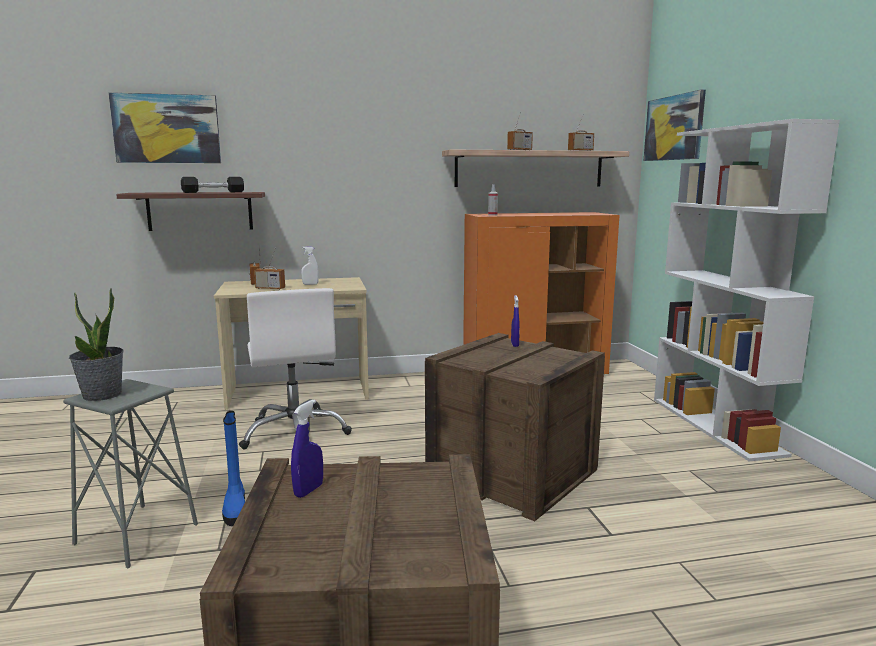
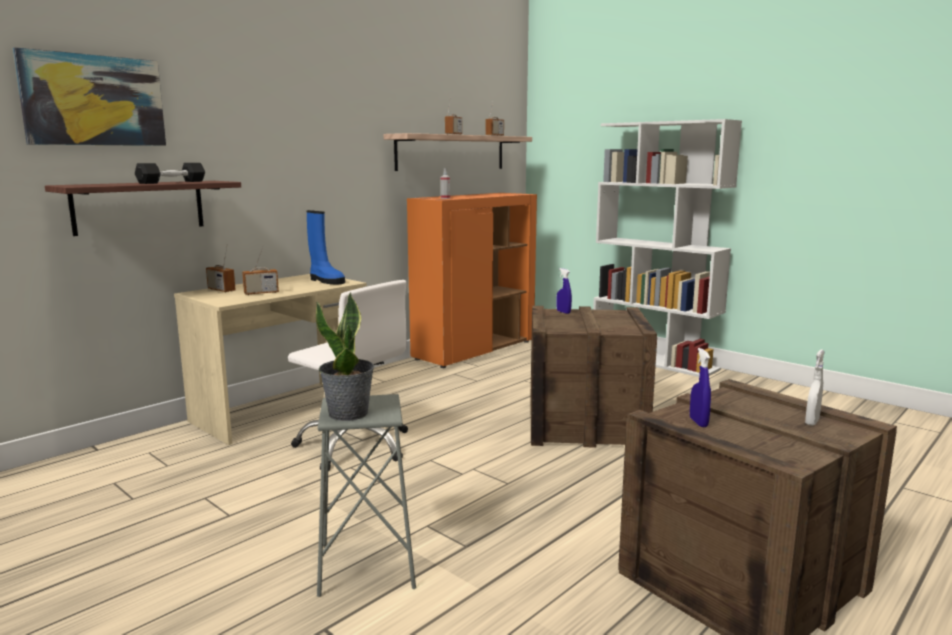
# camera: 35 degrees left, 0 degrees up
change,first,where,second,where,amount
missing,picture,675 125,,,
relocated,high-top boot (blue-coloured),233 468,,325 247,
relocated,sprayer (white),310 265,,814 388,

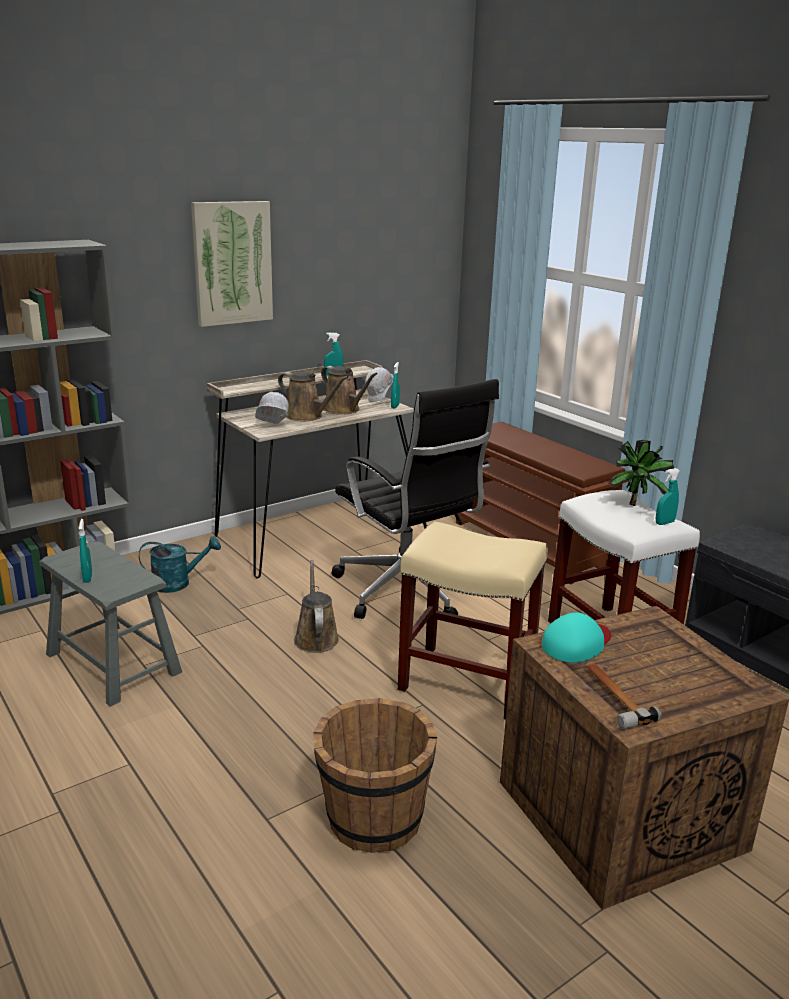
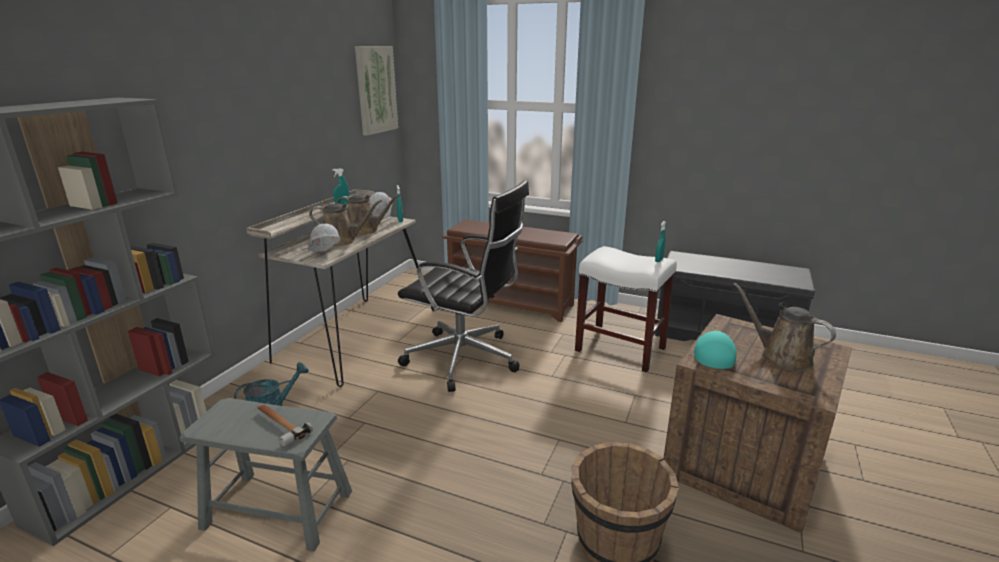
# camera: 30 degrees left, 0 degrees up
change,first,where,second,where,amount
missing,sprayer (turquoise-coloured),85 551,,,
missing,stool seat (beige),473 621,,,
missing,plant in a pot,641 473,,,
relocated,picture,232 264,,376 91,
relocated,watering pot (brown),316 606,,784 327,
relocated,hammer,624 695,,285 425,

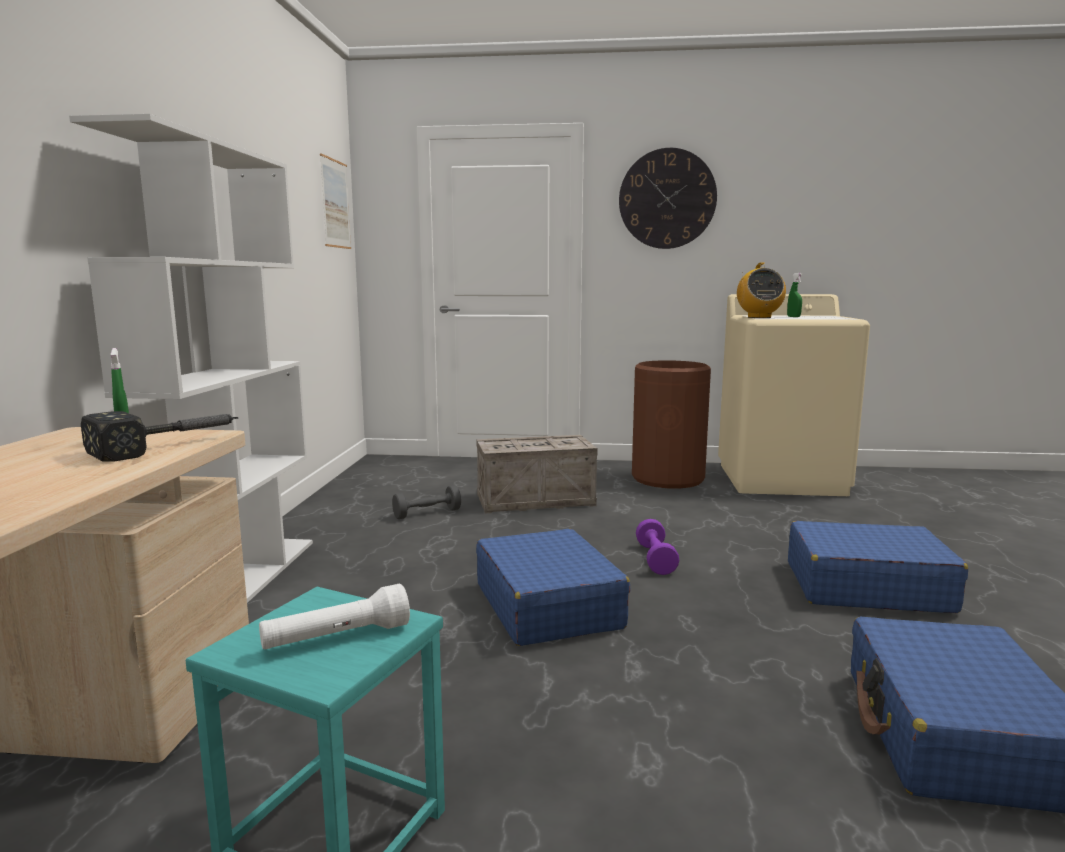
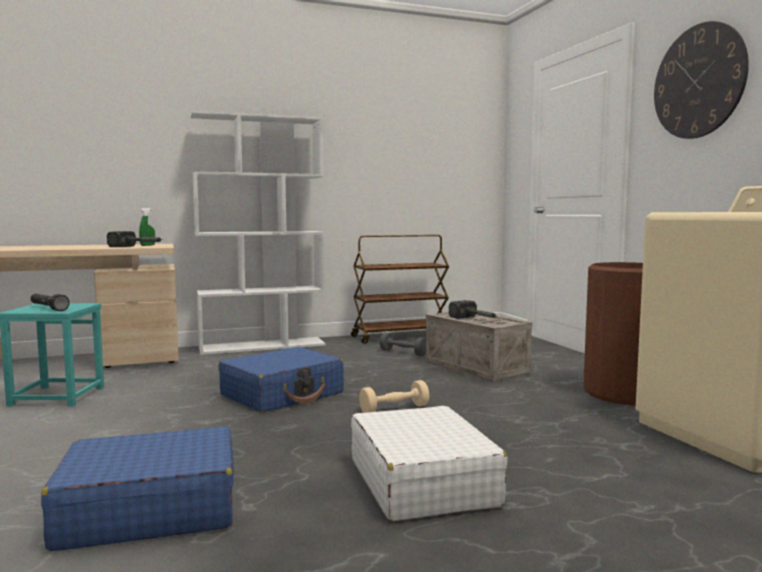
# camera: 65 degrees right, 5 degrees down
change,first,where,second,where,amount
missing,picture,335 201,,,
missing,radio receiver,761 290,,,
missing,sprayer (green-coloured),794 295,,,
appeared,,,cart (brown),400 289,
appeared,,,hammer,472 309,
colour,hand torch (white),334 617,hand torch (blackish),50 302,
colour,dumbbell (purple-coloured),657 547,dumbbell (beige),394 396,
colour,suitcase (blue-coloured),878 567,suitcase (white),429 463,

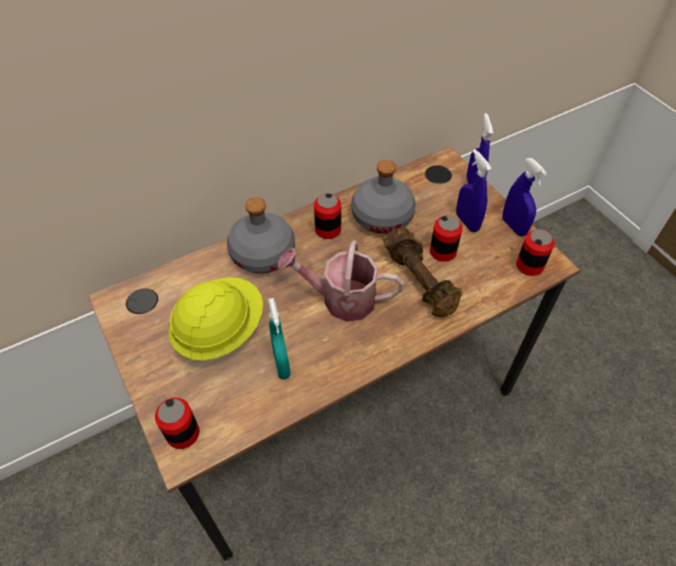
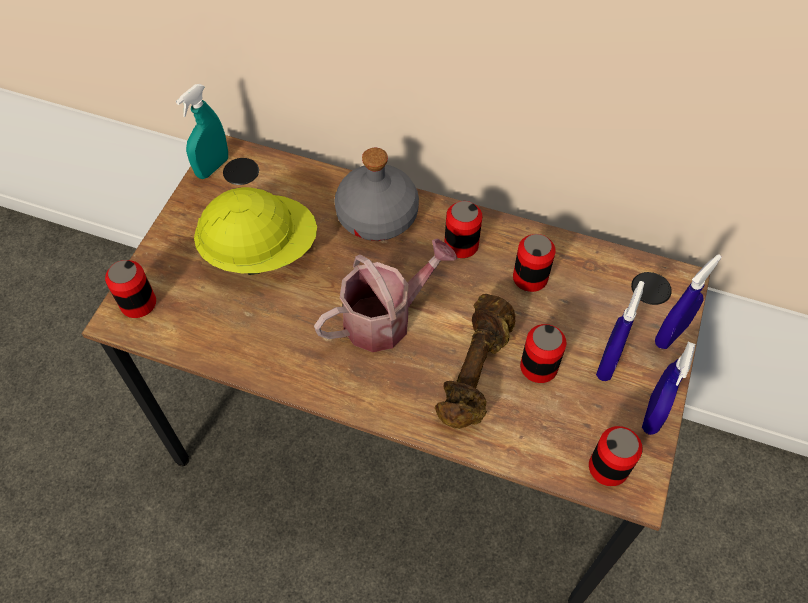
# camera: 50 degrees right, 5 degrees up
change,first,where,second,where,amount
relocated,sprayer (turquoise-coloured),279 338,,202 131,
exchanged,bottle (greyish),383 197,metal can,534 263,
spun,watering pot,341 281,,385 295,90 degrees clockwise

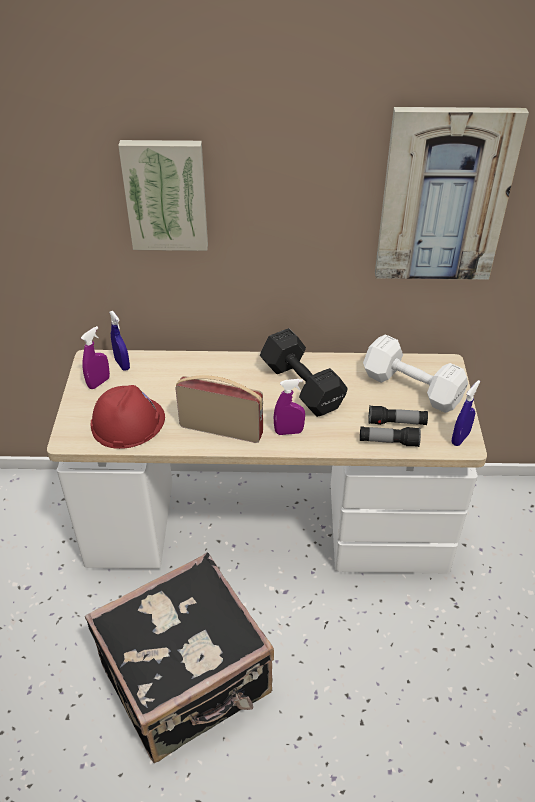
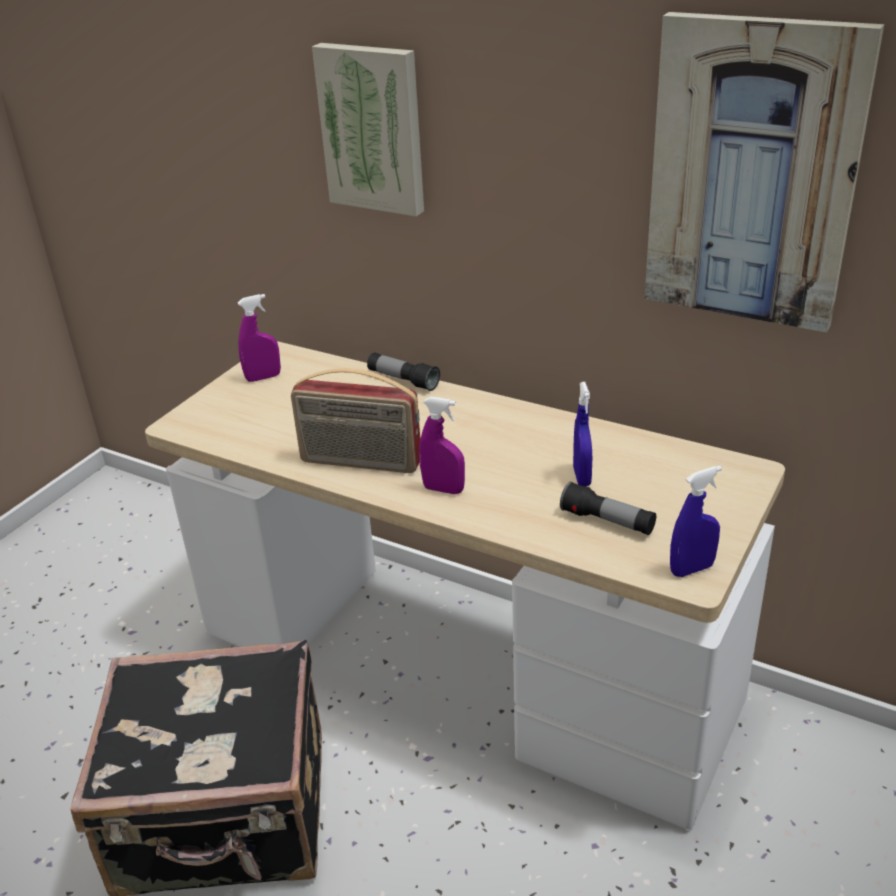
# camera: 30 degrees right, 10 degrees down
change,first,where,second,where,amount
missing,safety helmet (red),128 417,,,
missing,dumbbell (blackish),304 372,,,
missing,dumbbell (white),415 373,,,
relocated,sprayer (blue-coloured),119 341,,582 434,
relocated,hand torch,390 436,,403 371,
spun,radio receiver,219 409,,355 420,150 degrees clockwise

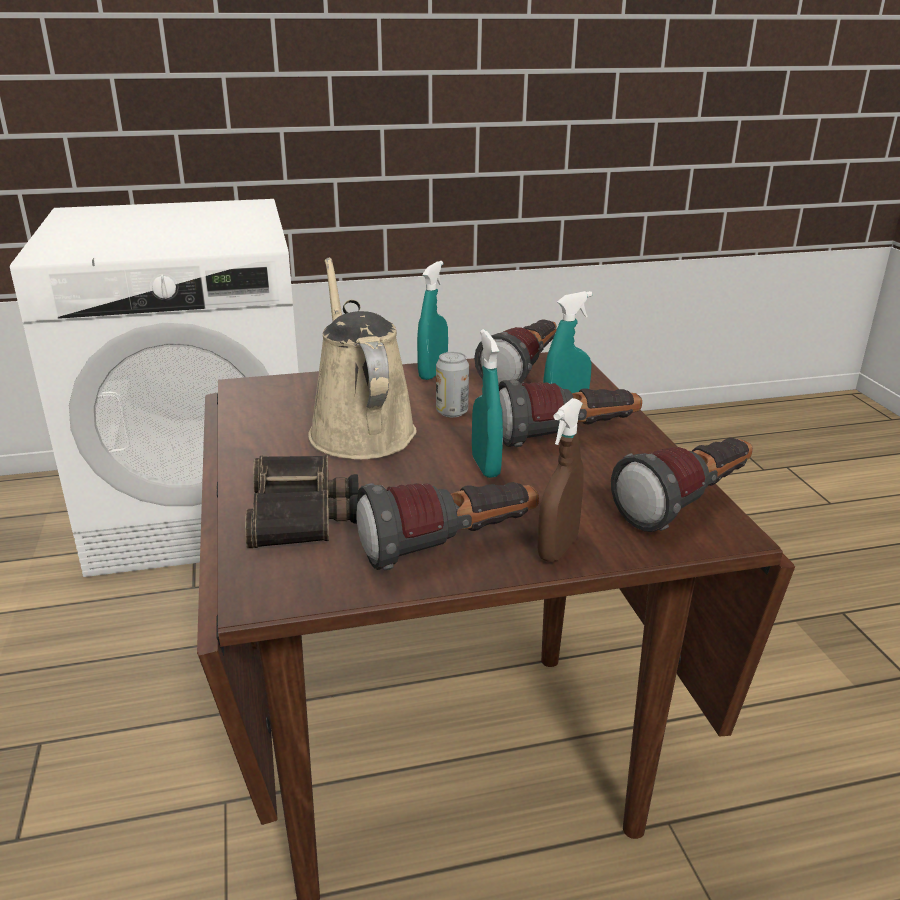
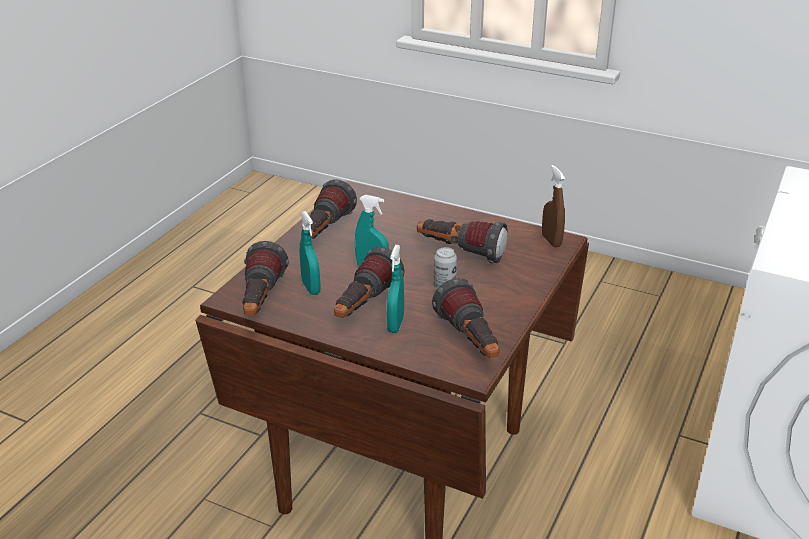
# camera: 130 degrees right, 5 degrees up
change,first,where,second,where,amount
missing,binoculars,302 501,,,
relocated,sprayer (turquoise-coloured),432 320,,310 253,
relocated,sprayer (brown),560 480,,553 206,
exchanged,watering pot (beige),362 358,hand torch,462 241,

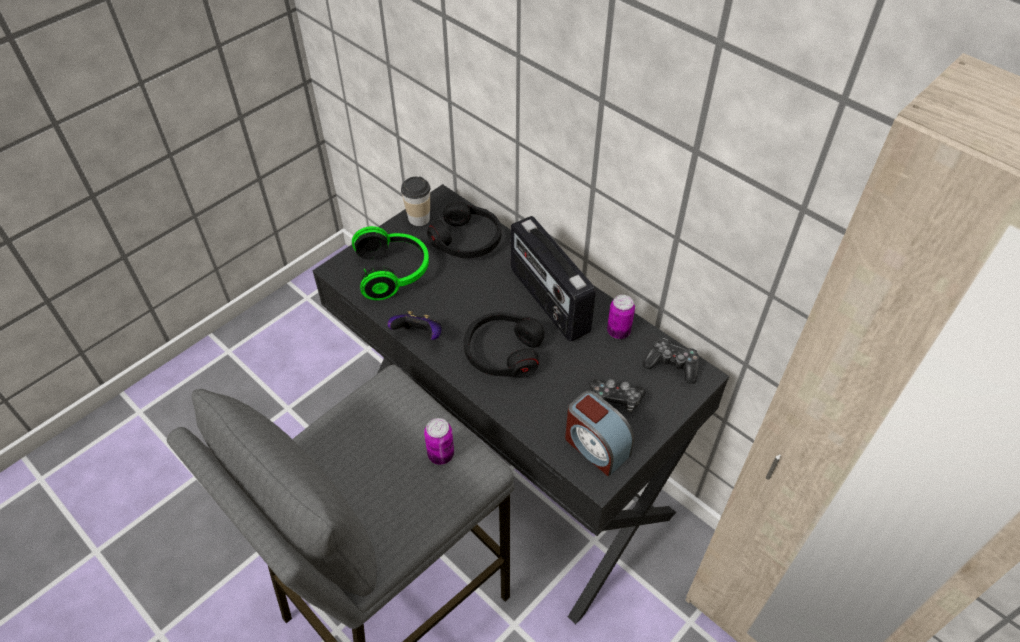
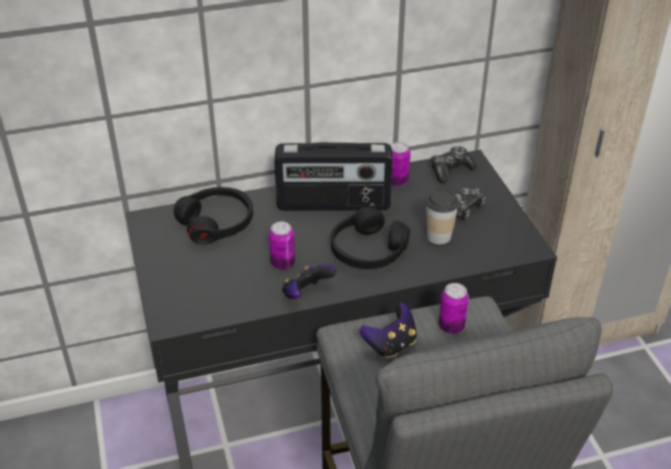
# camera: 60 degrees left, 10 degrees down
change,first,where,second,where,amount
missing,headphones,390 263,,,
missing,table clock,599 434,,,
appeared,,,metal can,282 246,
appeared,,,game controller,388 330,
relocated,cup,415 201,,442 216,

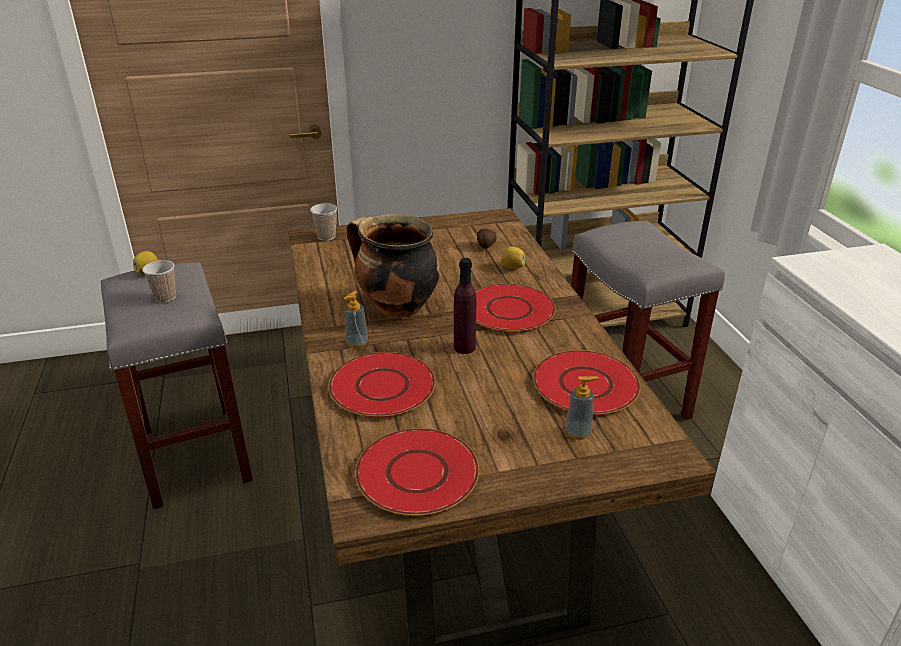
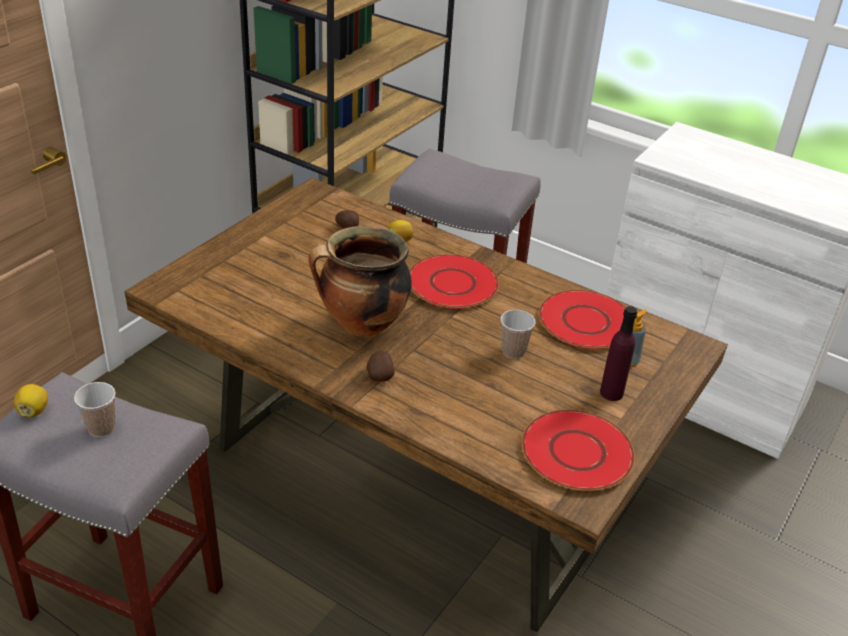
# camera: 45 degrees left, 5 degrees up
change,first,where,second,where,amount
missing,flat dish (red),382 384,,,
relocated,cup,323 222,,518 334,
relocated,bottle (purple-coloured),465 306,,618 353,
exchanged,soap dispenser,356 320,spud,381 366,

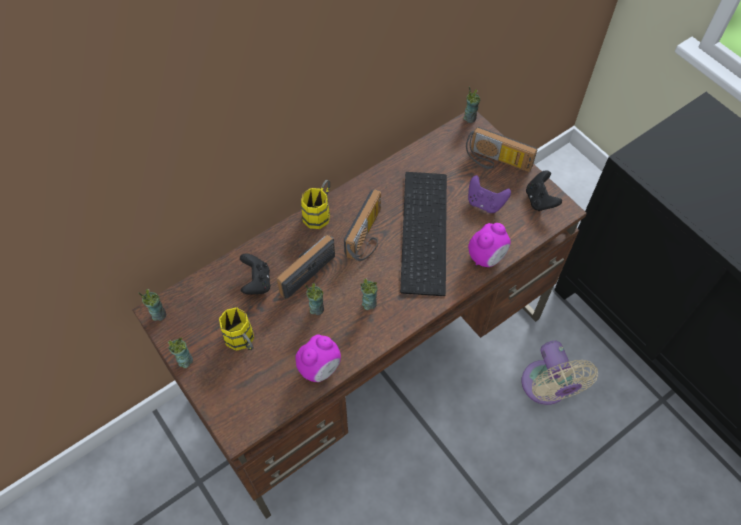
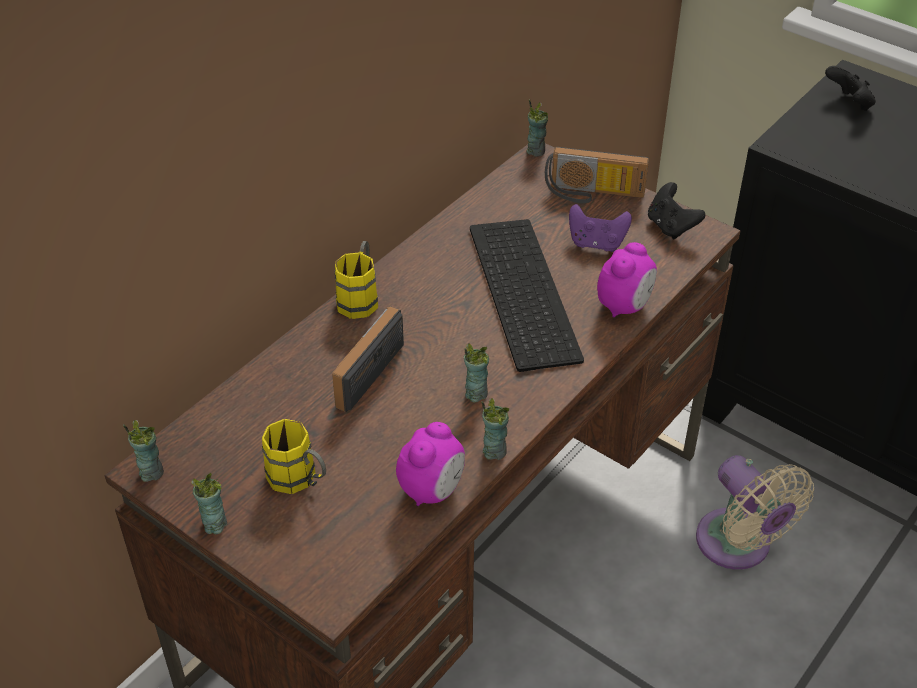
# camera: 15 degrees left, 15 degrees down
change,first,where,second,where,amount
missing,radio receiver,362 225,,,
relocated,game controller (blackish),255 274,,850 88,
relocated,cup,314 299,,495 429,

